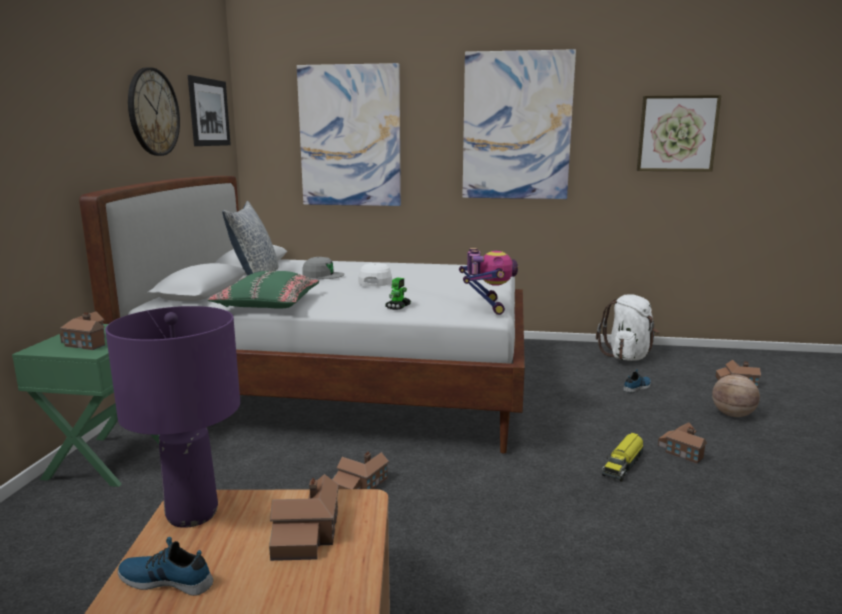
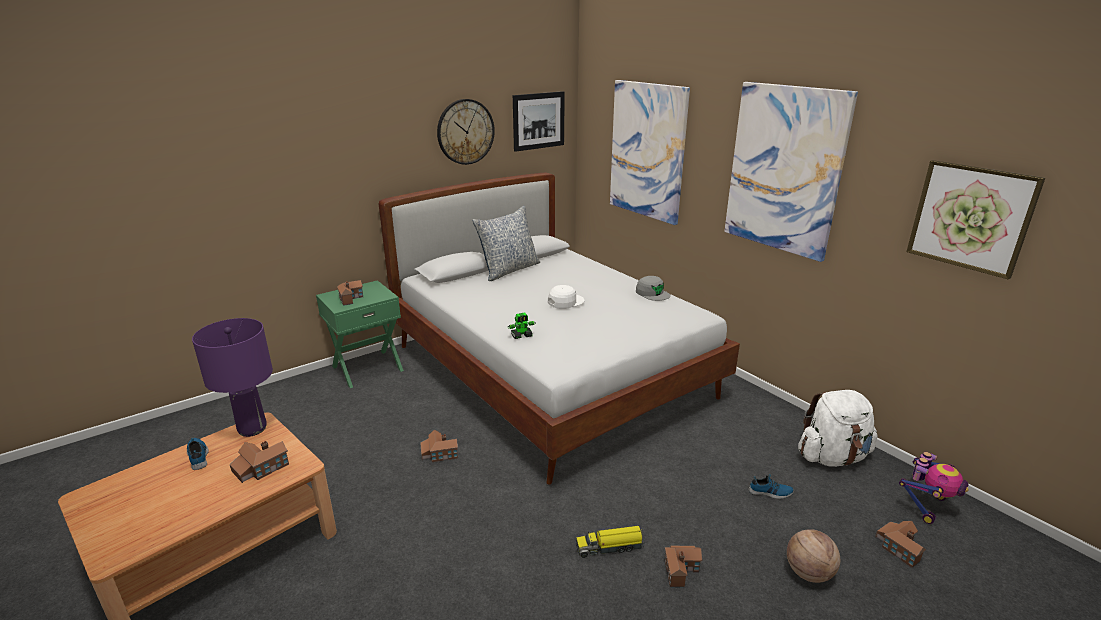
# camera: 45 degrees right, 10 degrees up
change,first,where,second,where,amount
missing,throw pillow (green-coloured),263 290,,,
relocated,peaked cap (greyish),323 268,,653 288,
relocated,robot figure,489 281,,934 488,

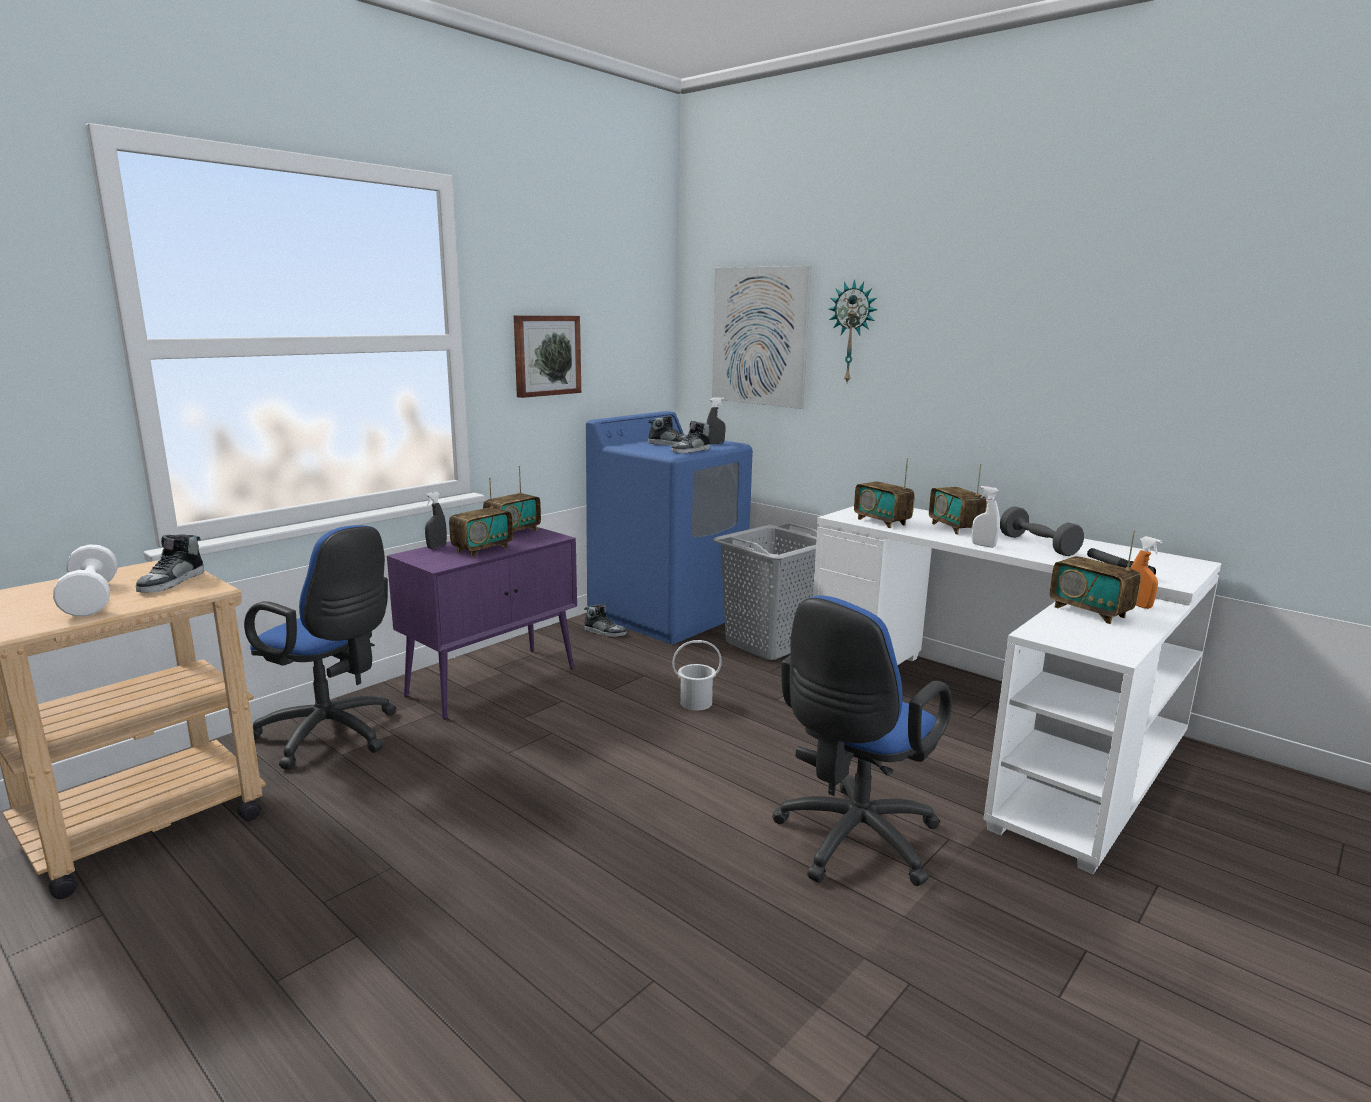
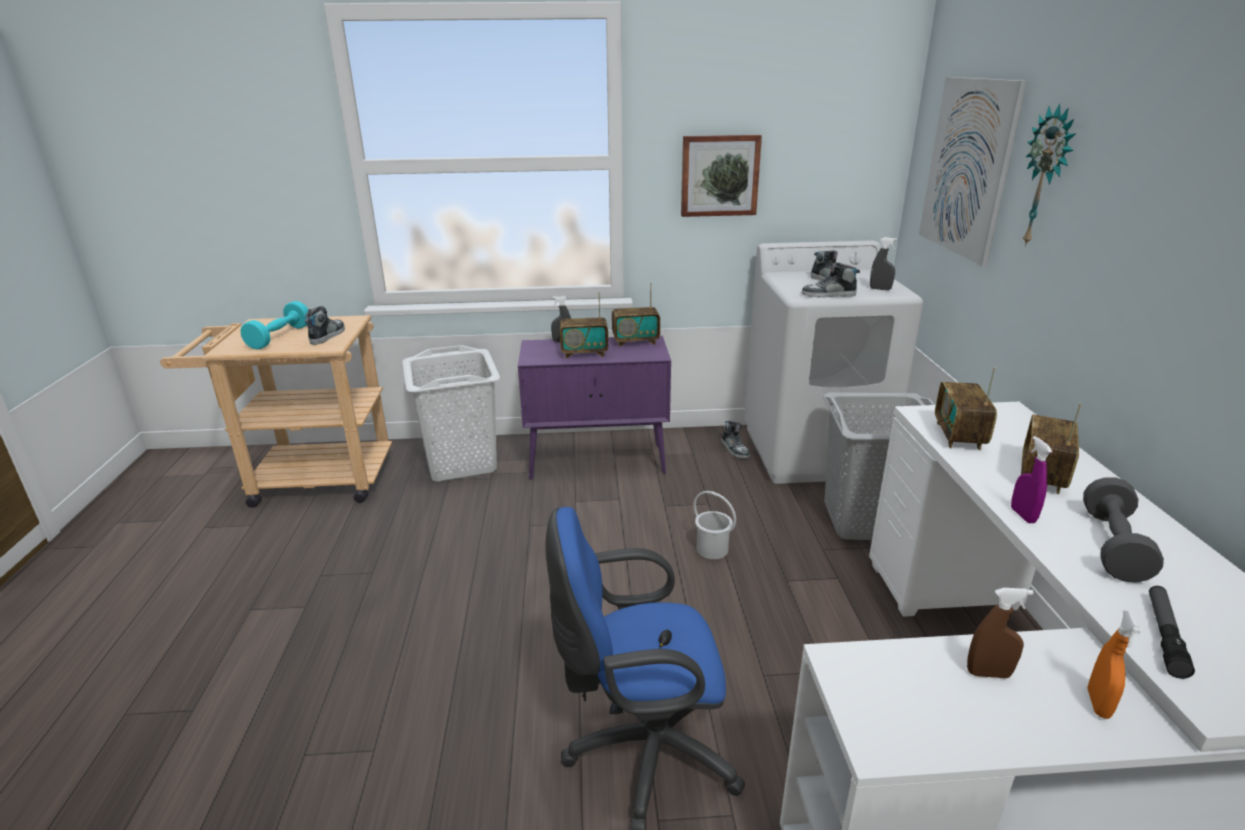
# camera: 45 degrees right, 10 degrees up
change,first,where,second,where,amount
exchanged,office chair (blue-coloured),320 647,laundry basket (white),451 413,
exchanged,radio receiver,1095 577,sprayer (brown),1000 633,
colour,dumbbell (white),85 580,dumbbell (turquoise-coloured),274 325,
colour,laundry appliance (blue-coloured),669 527,laundry appliance (white),833 362,
colour,sprayer (white),986 517,sprayer (purple-coloured),1031 479,
spun,item of footwear,170 564,,325 325,135 degrees clockwise

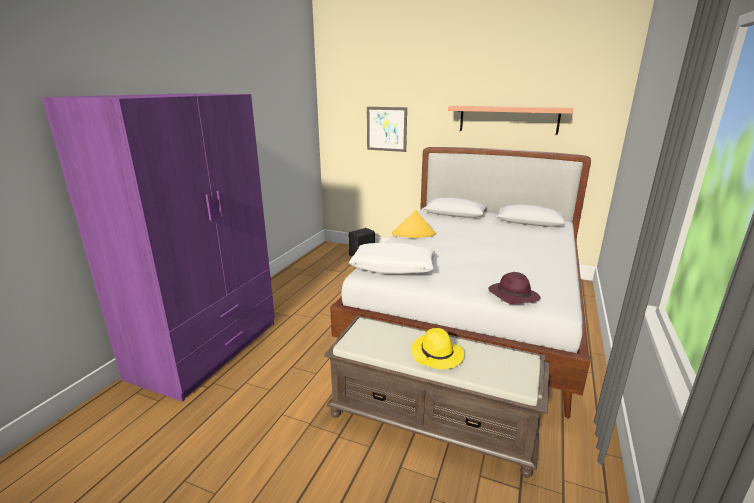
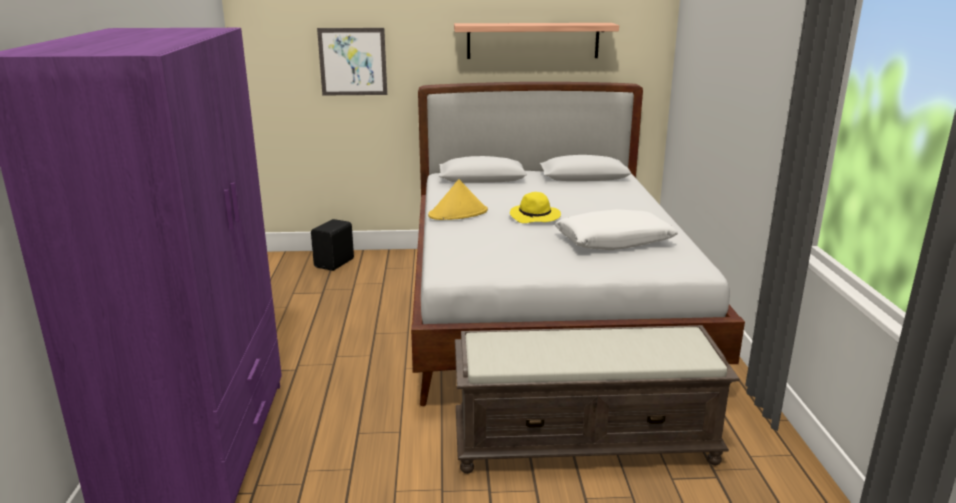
# camera: 25 degrees left, 0 degrees up
change,first,where,second,where,amount
missing,hat (purple-coloured),514 288,,,
relocated,throw pillow (white),392 258,,616 229,
relocated,hat (yellow-coloured),437 348,,535 207,

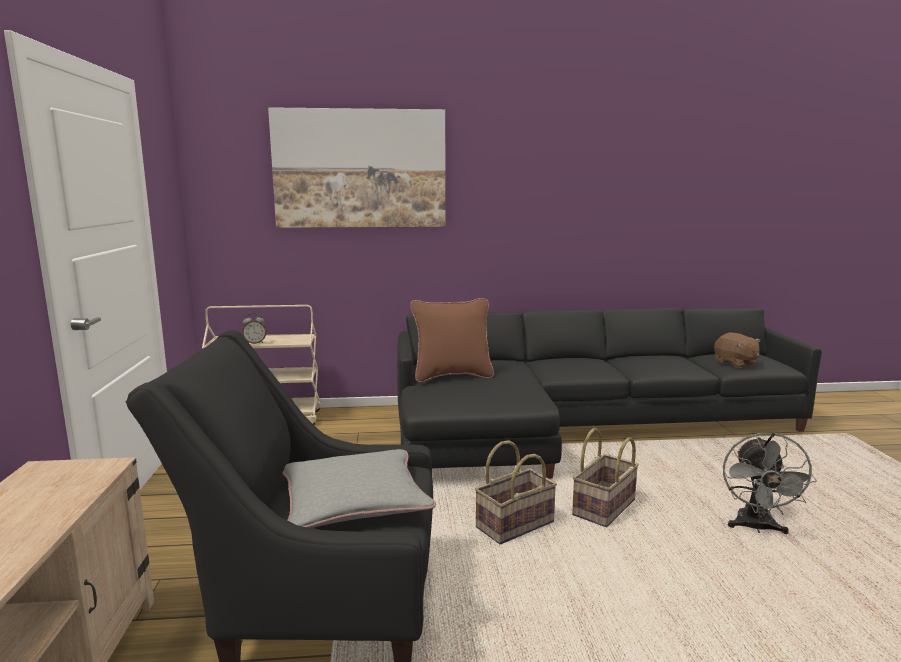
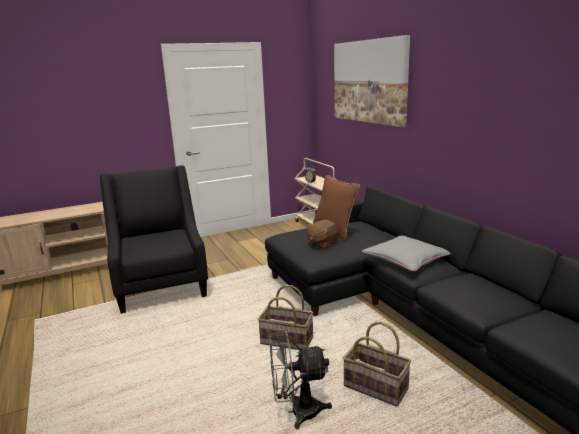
# camera: 70 degrees right, 5 degrees up
change,first,where,second,where,amount
relocated,throw pillow (greyish),359 488,,406 253,
relocated,household basket,516 492,,377 364,
relocated,cuddly toy (brown),737 350,,322 234,

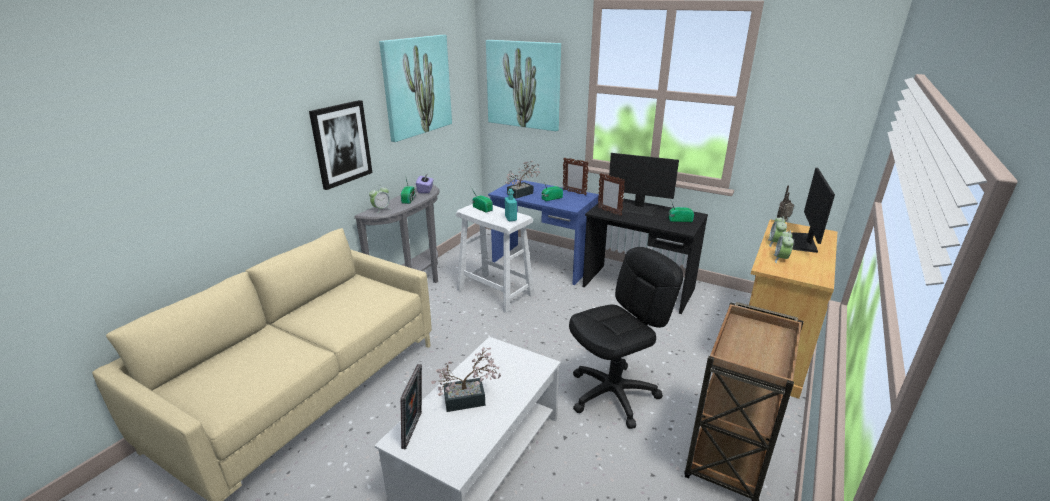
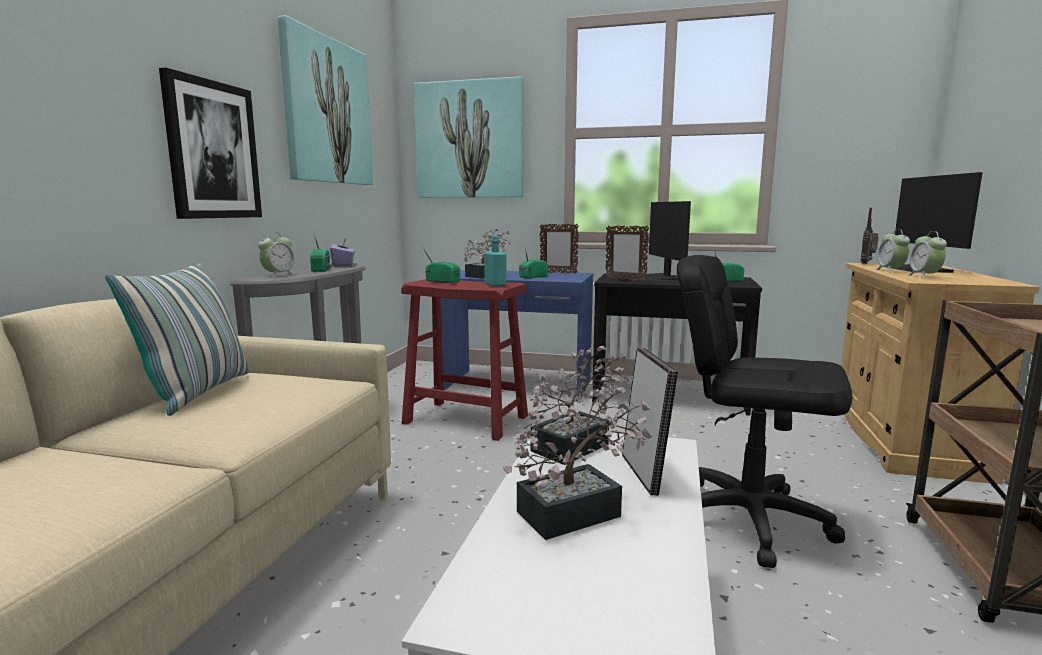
# camera: 15 degrees left, 15 degrees down
change,first,where,second,where,amount
appeared,,,throw pillow,177 339,
appeared,,,plant in a pot,579 405,
relocated,photo frame,411 406,,650 421,
colour,stool seat (white),495 258,stool seat (red),464 360,
spun,office chair (blackish),626 338,,764 411,105 degrees counterclockwise
spun,computer screen,644 184,,668 241,75 degrees clockwise

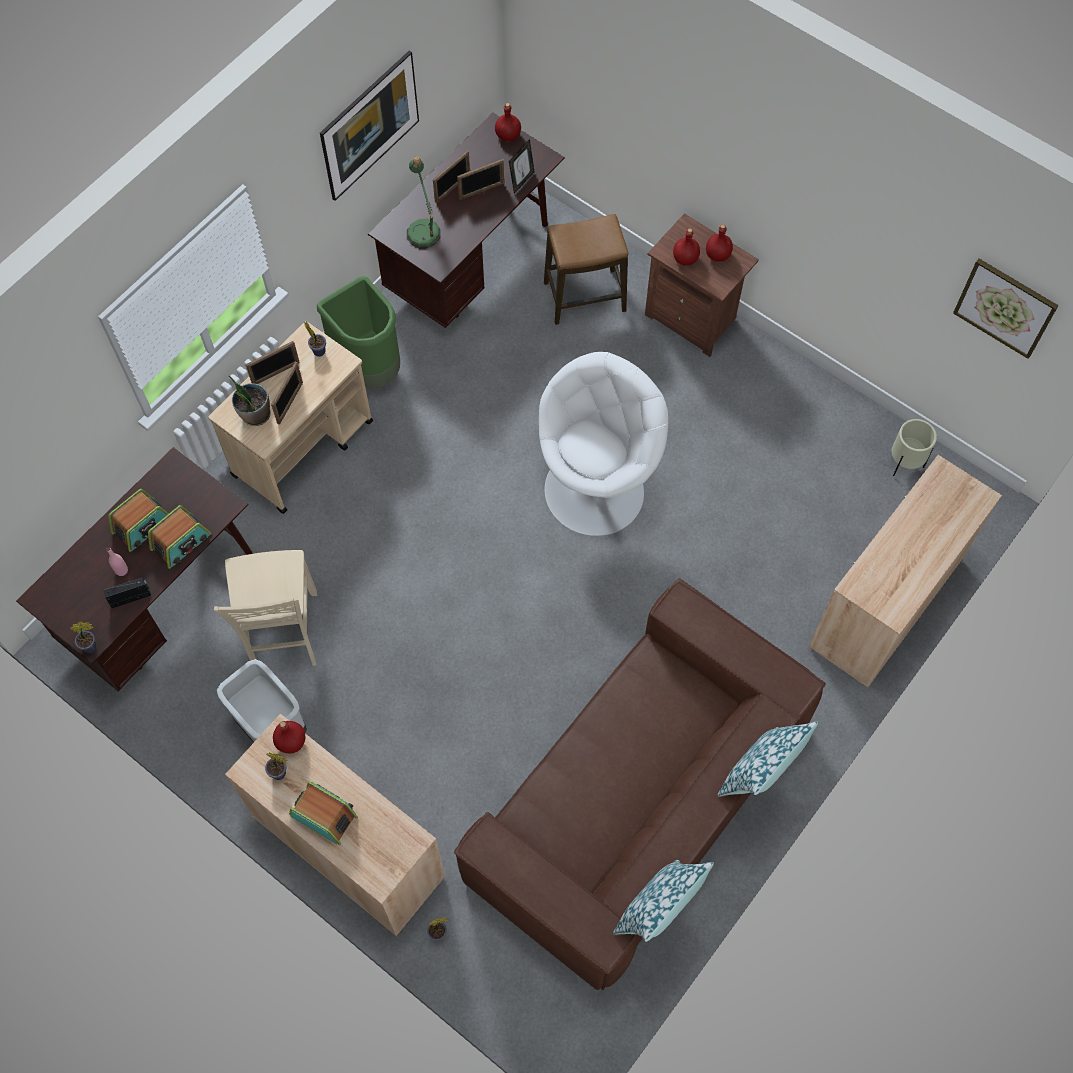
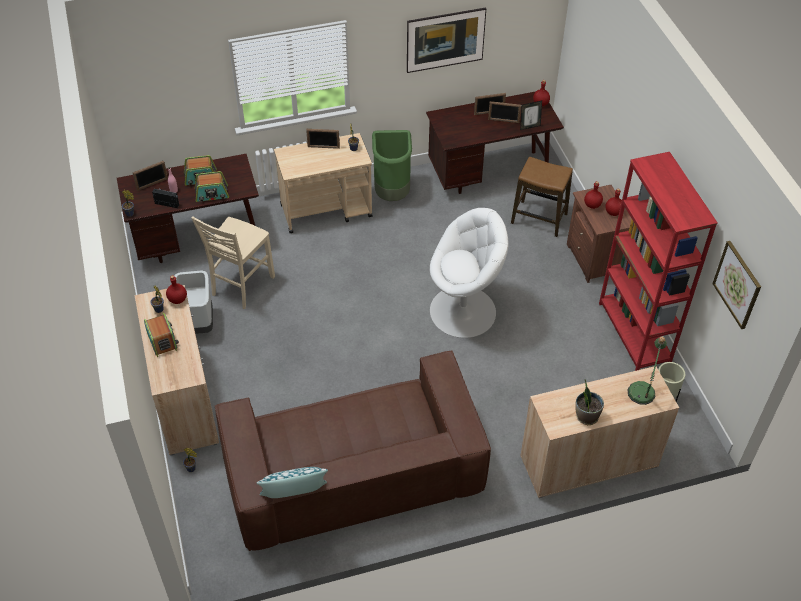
# camera: 35 degrees right, 15 degrees down
change,first,where,second,where,amount
missing,throw pillow,767 759,,,
appeared,,,bookshelf (red),658 261,
relocated,plant in a pot,249 400,,589 402,
relocated,photo frame,287 393,,150 176,
relocated,tabletop lamp,424 202,,647 370,

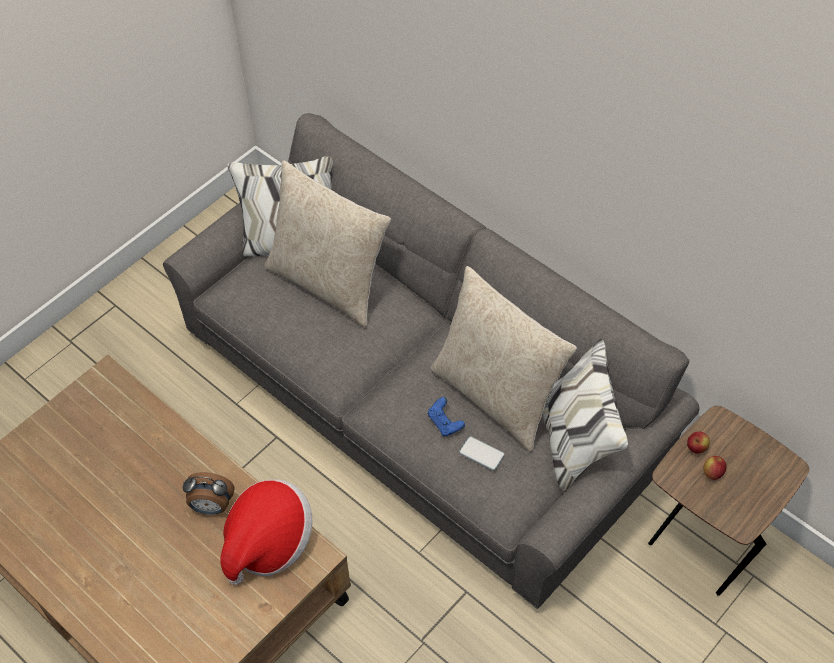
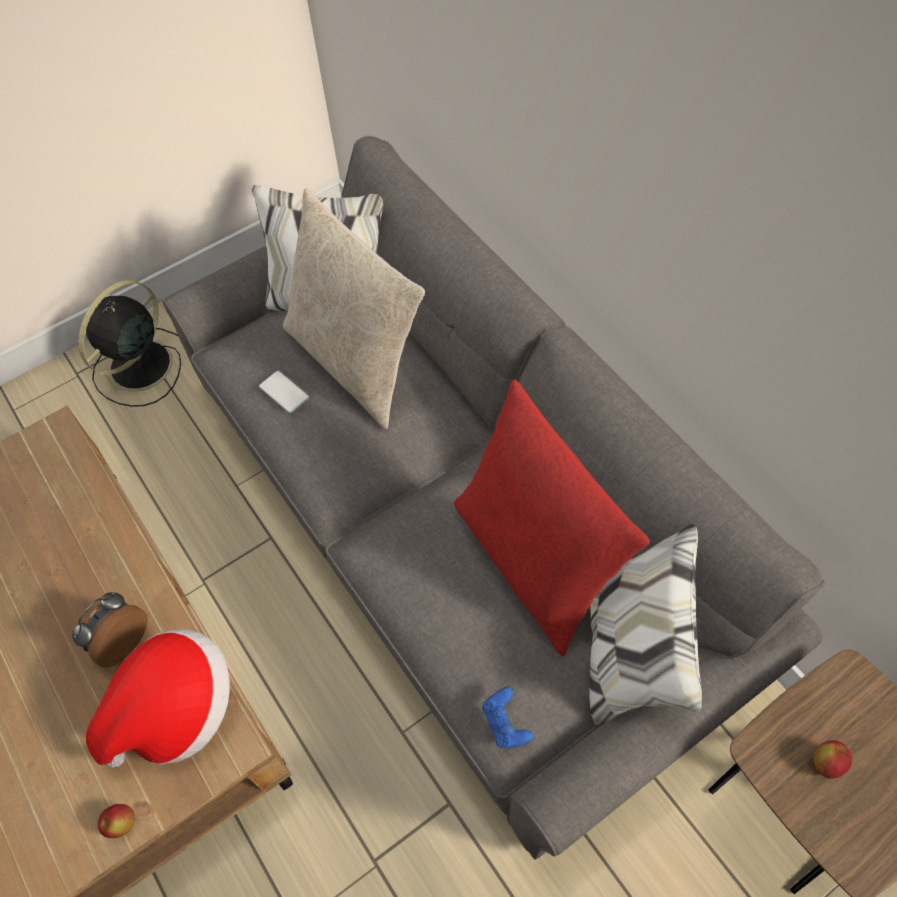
# camera: 15 degrees right, 5 degrees up
change,first,where,second,where,amount
appeared,,,cooling fan (blackish),129 343,
relocated,game controller (blue-coloured),446 416,,507 717,
relocated,telephone,482 453,,284 392,
relocated,apple fruit,698 443,,116 821,
colour,throw pillow (beige),503 359,throw pillow (red),552 517,
spun,table clock,208 493,,110 630,105 degrees clockwise

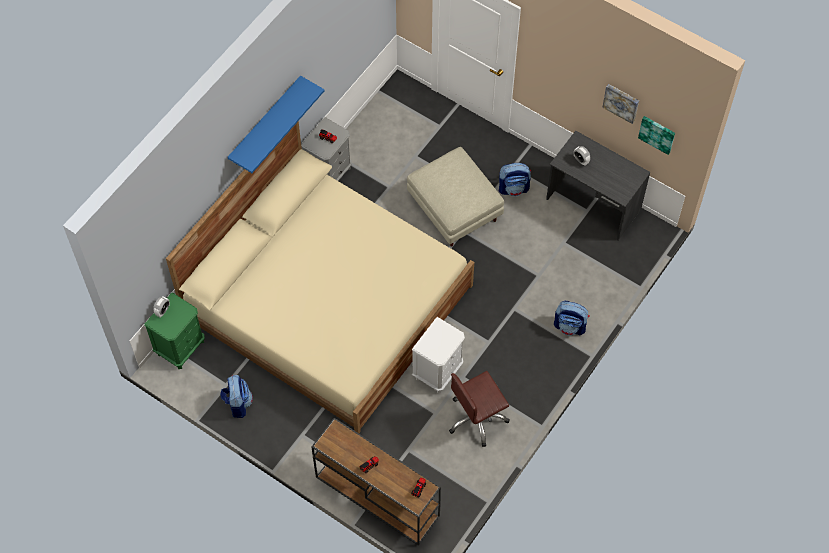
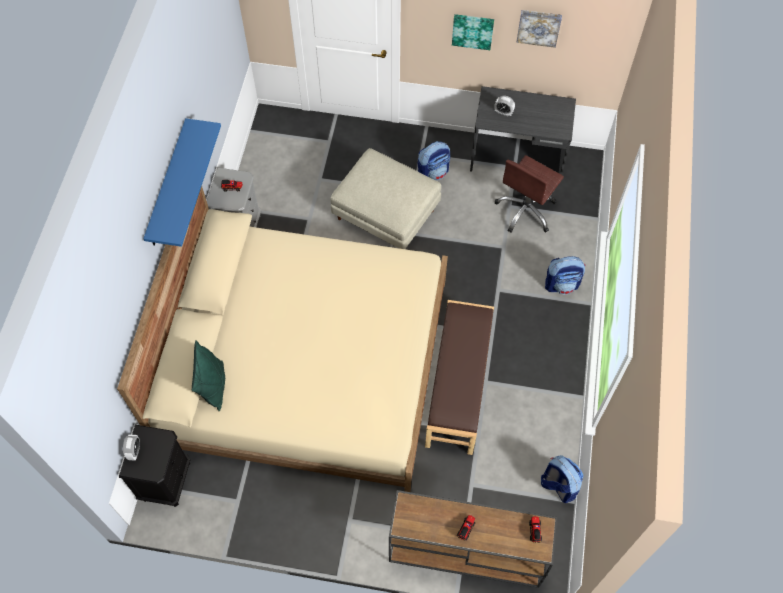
# camera: 25 degrees left, 0 degrees up
change,first,where,second,where,amount
appeared,,,throw pillow (green-coloured),208 375,
relocated,rucksack,236 396,,562 479,
relocated,office chair (brown),479 409,,529 194,
relocated,picture,656 135,,473 32,
exchanged,night table (white),438 355,indoor bench (brown),459 377,
colour,night table (green-coloured),174 330,night table (blackish),154 466,

